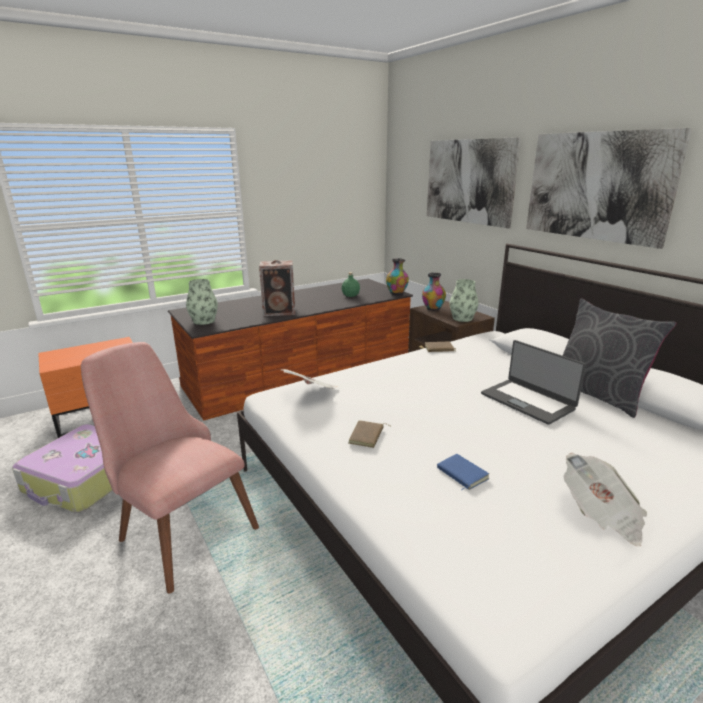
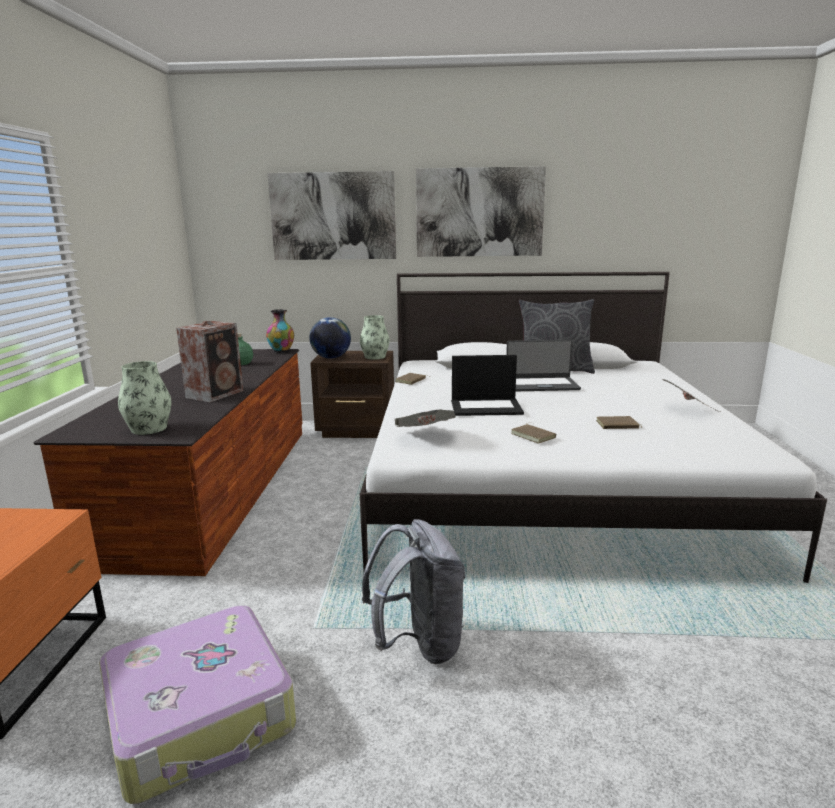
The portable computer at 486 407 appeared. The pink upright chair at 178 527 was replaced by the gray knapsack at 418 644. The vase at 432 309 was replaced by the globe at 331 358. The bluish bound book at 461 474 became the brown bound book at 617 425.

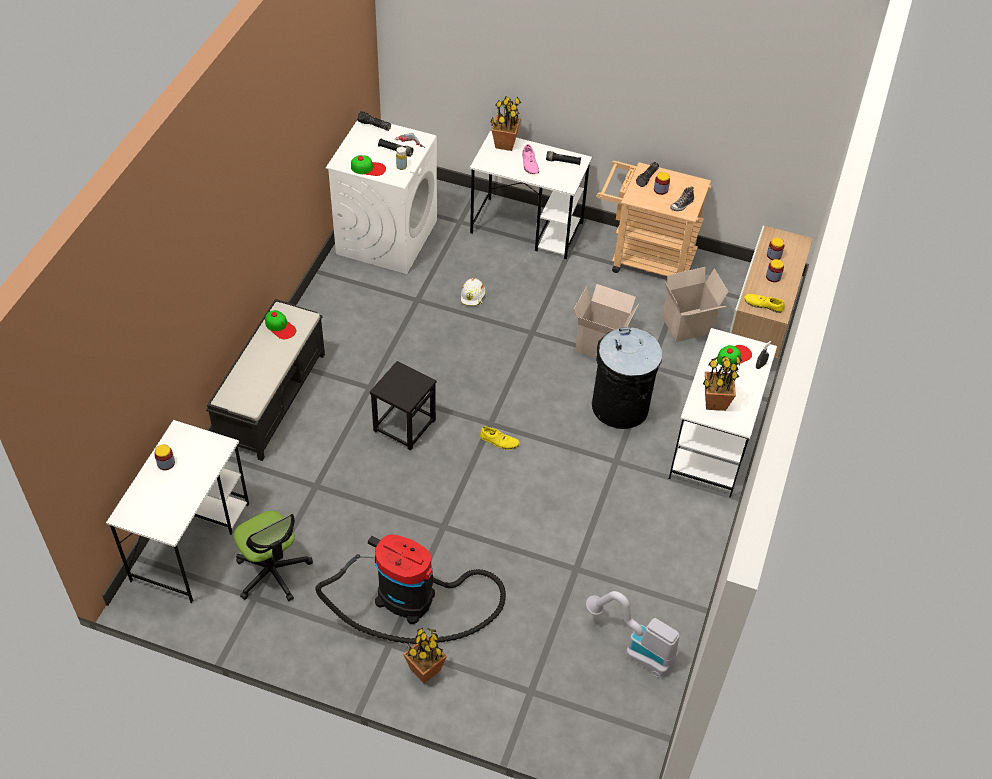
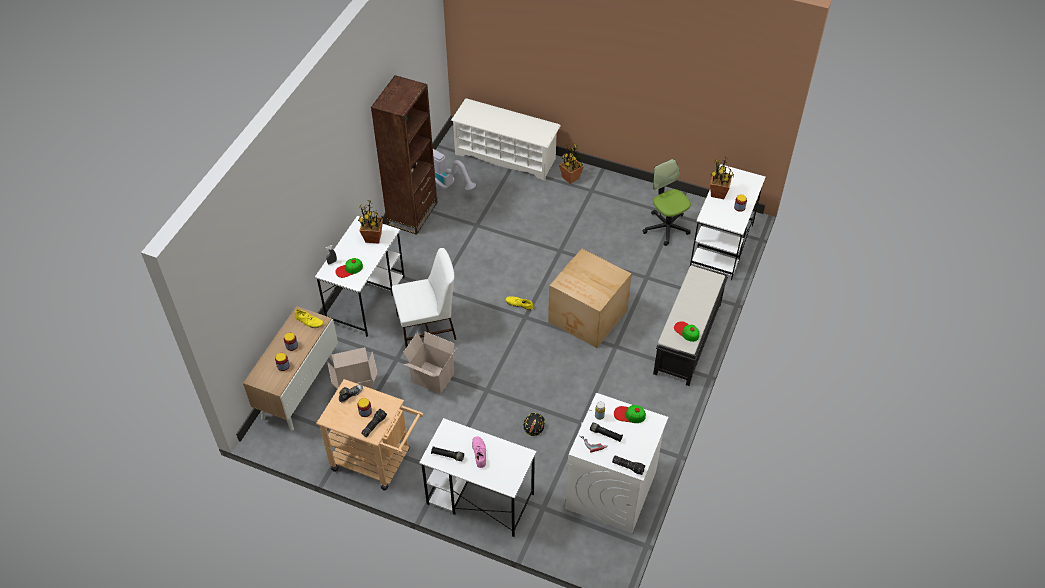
The vacuum at 412 600 disappeared. The brown bookcase at 412 213 appeared. The white shoe shelf at 506 156 appeared. The potted plant moved from 505 144 to 718 193. The black-coloured sitting stool at 404 425 was replaced by the cardboard box at 588 317. The black-coloured waste bin at 620 407 was replaced by the white upright chair at 427 327. The white safety helmet at 473 296 became the black-coloured safety helmet at 533 425.

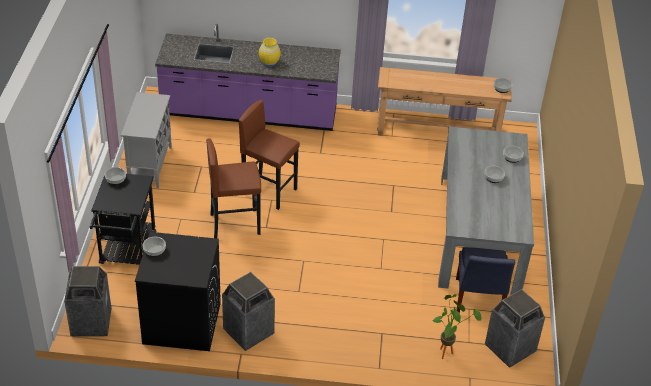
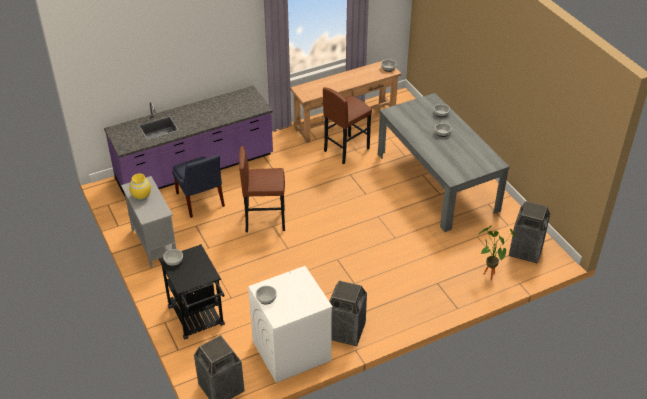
The brown sitting stool moved from 234 223 to 346 149. The yellowish vase moved from 269 62 to 141 196. The bluish upright chair moved from 478 301 to 200 201. The black-coloured laundry machine at 181 323 became the white laundry machine at 291 351.

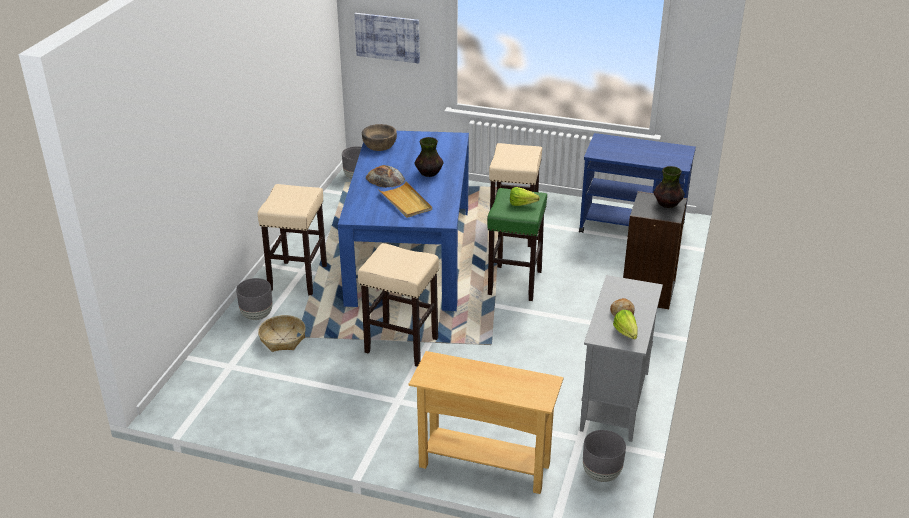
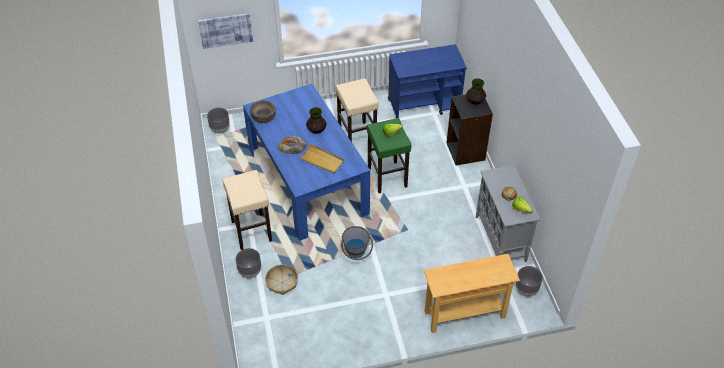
The beige-coloured sitting stool at 400 345 was replaced by the gray water bucket at 356 254.

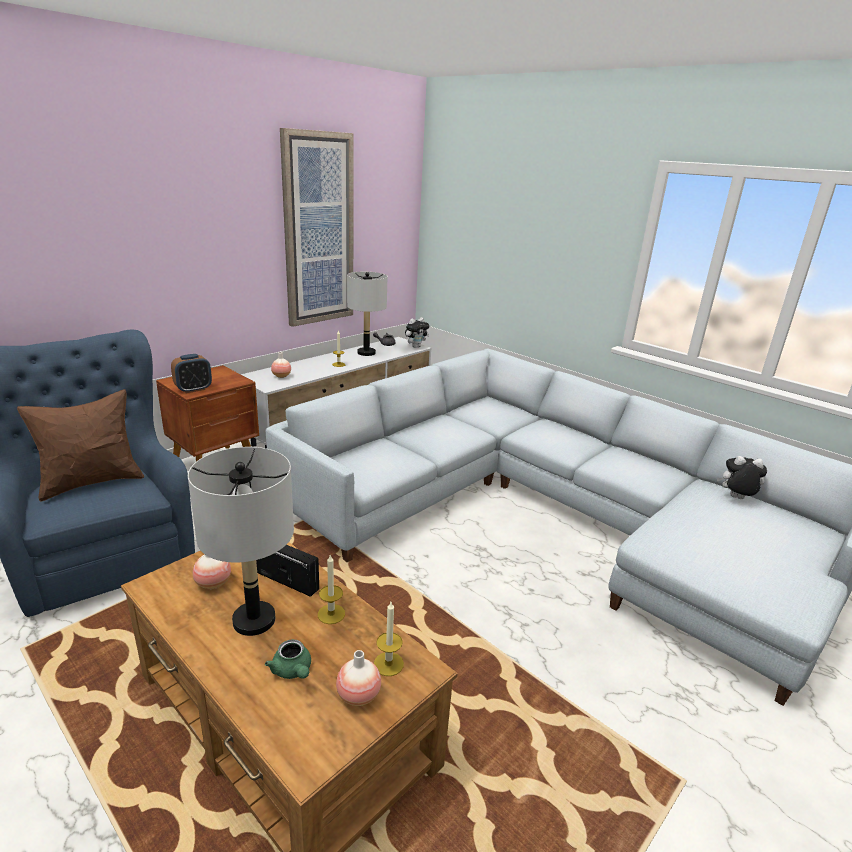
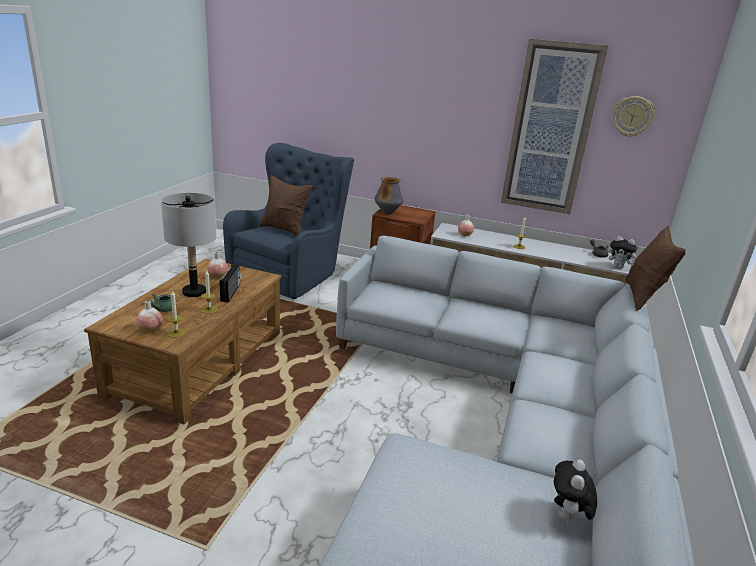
The gray table lamp at 366 353 disappeared. The clock on the wall at 632 116 appeared. The brown cushion at 643 297 appeared. The table clock at 193 389 was replaced by the vase at 387 213. The cuddly toy at 735 498 turned 150 degrees counterclockwise.

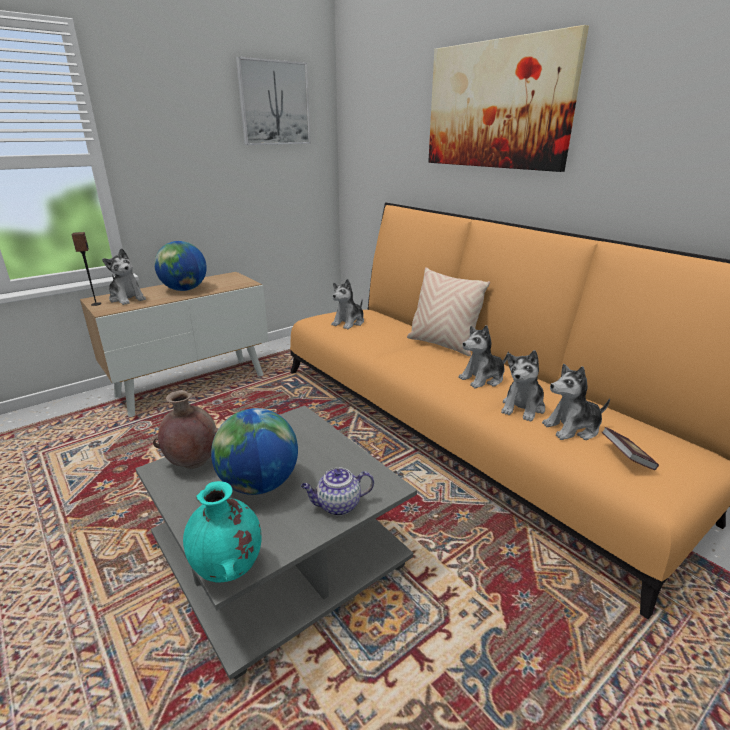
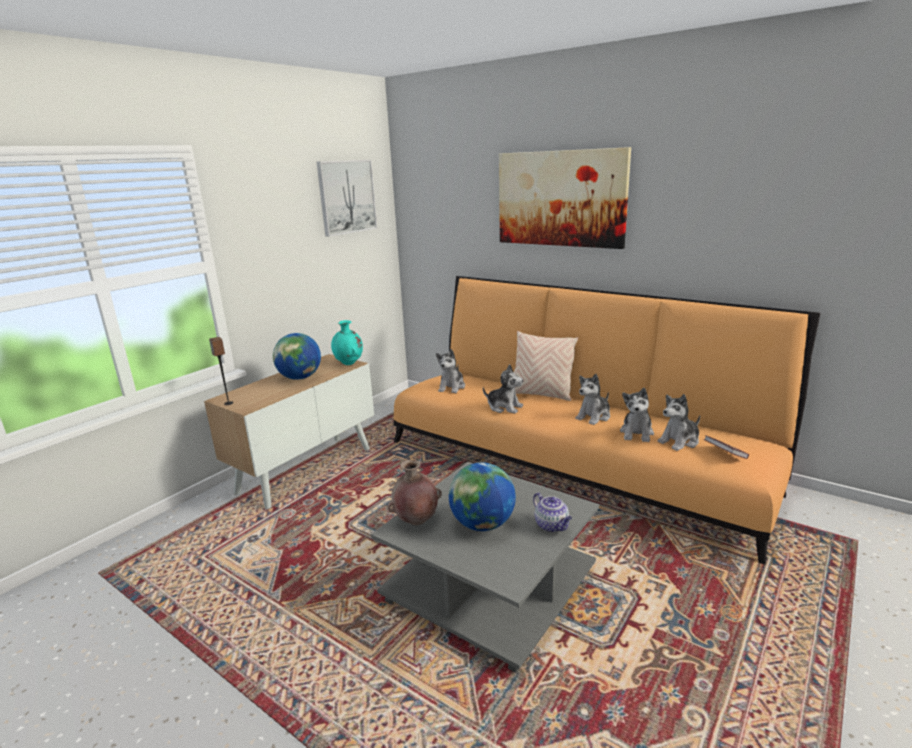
The cuddly toy moved from 127 298 to 504 407. The turquoise-coloured vase moved from 229 570 to 349 363. The pot for tea at 337 505 turned 90 degrees counterclockwise.

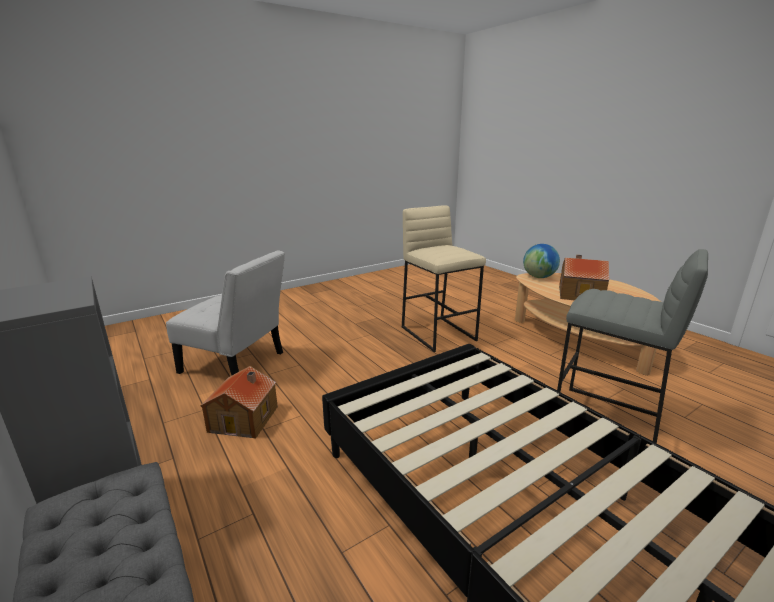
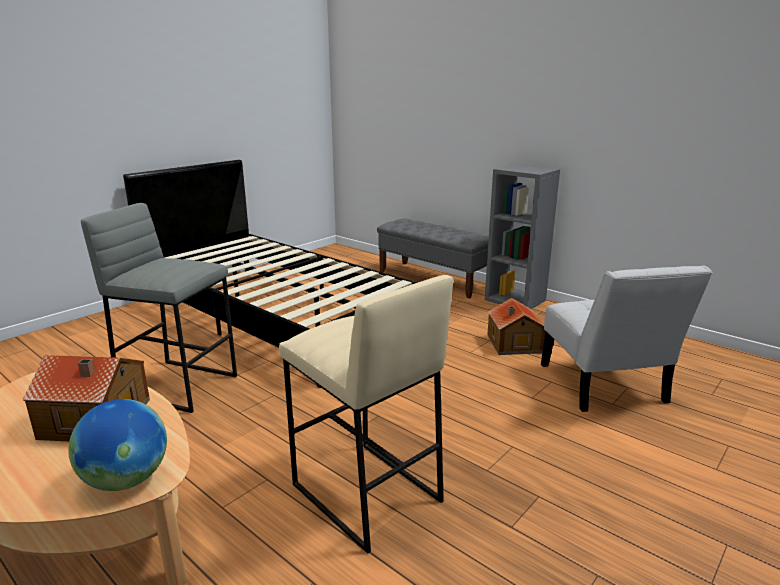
The white upright chair at 237 364 turned 105 degrees counterclockwise.

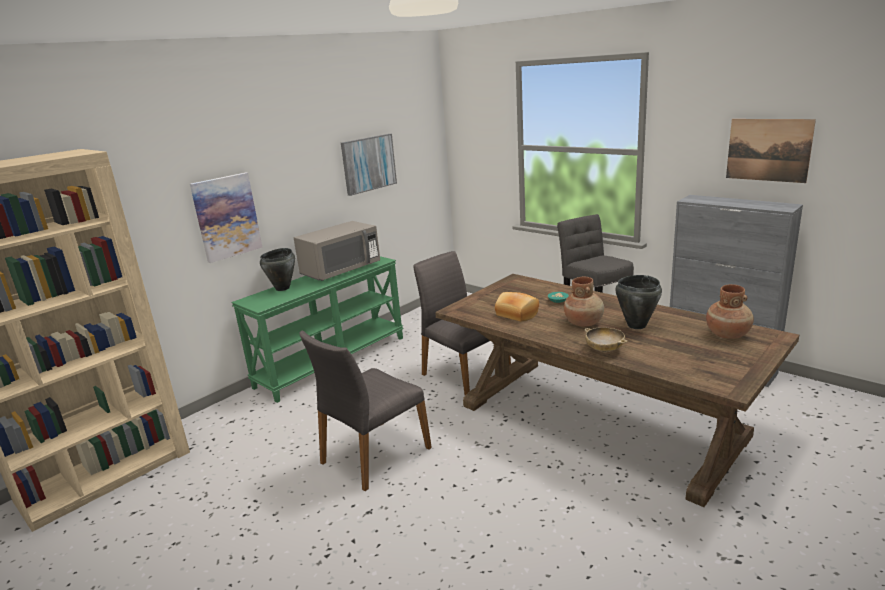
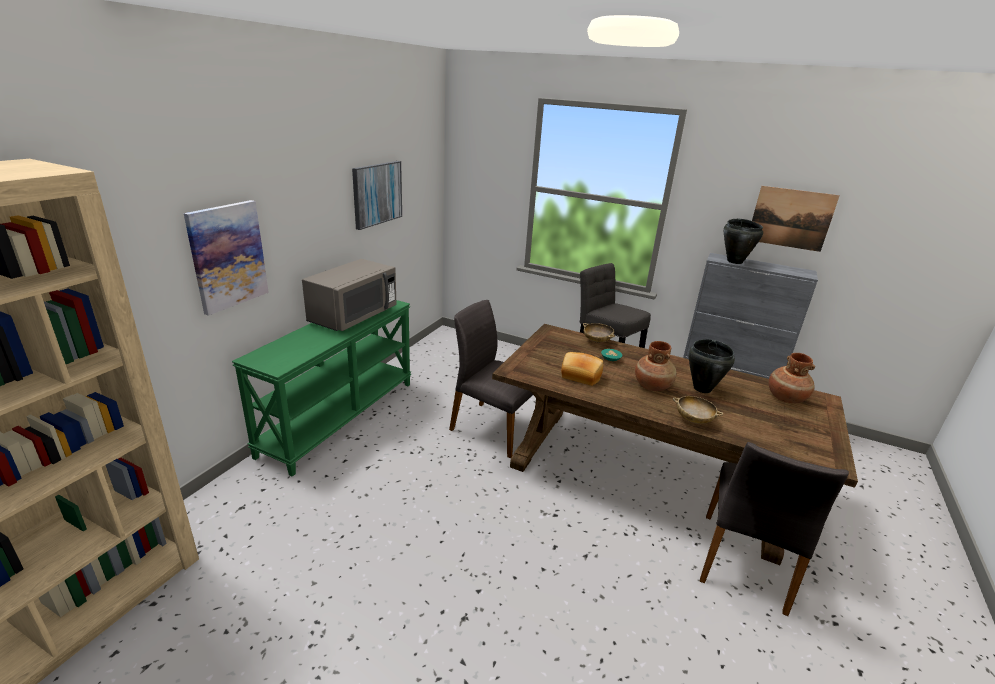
The beige-coloured bowl at 597 341 appeared. The black-coloured cooking pot moved from 283 288 to 735 261. The gray upright chair moved from 373 455 to 745 562.

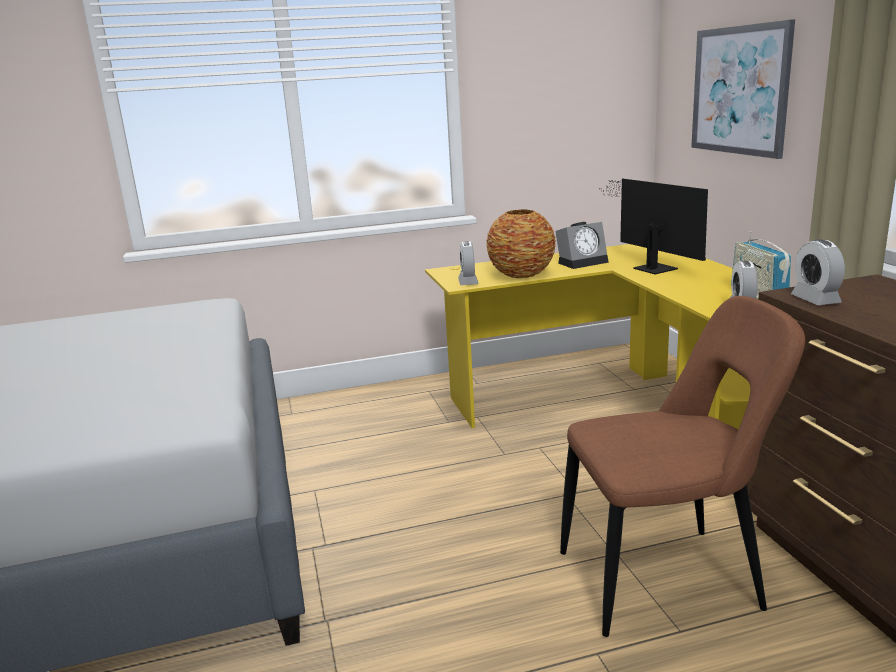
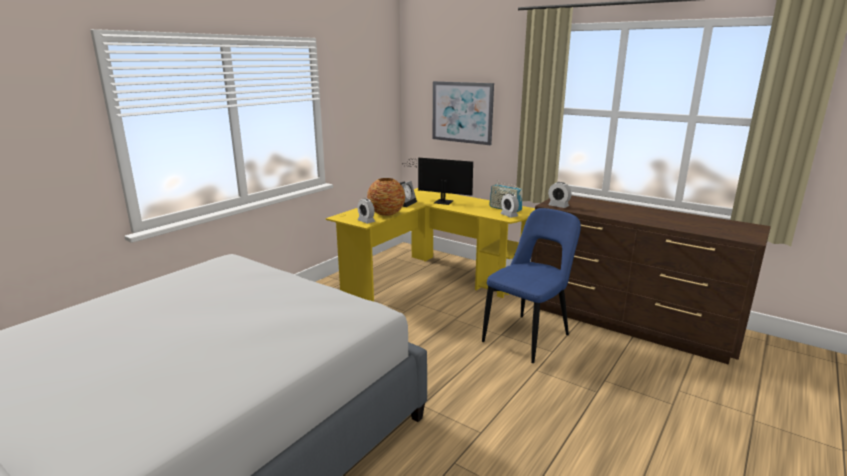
The brown upright chair at 667 579 became the bluish upright chair at 528 336.

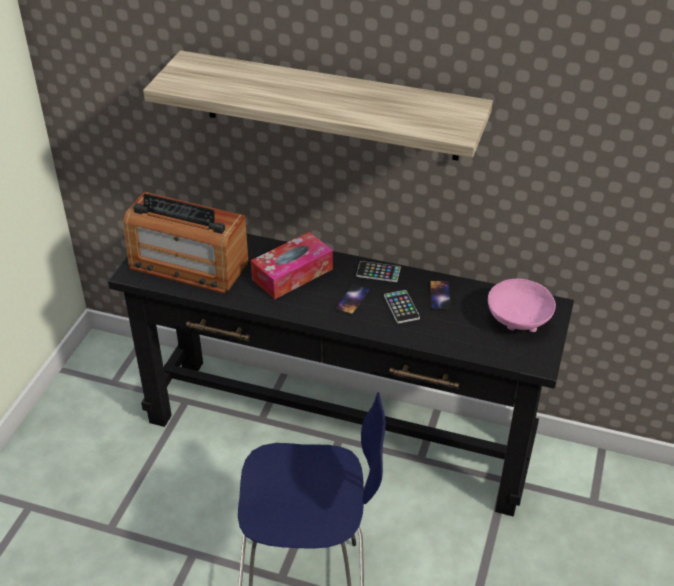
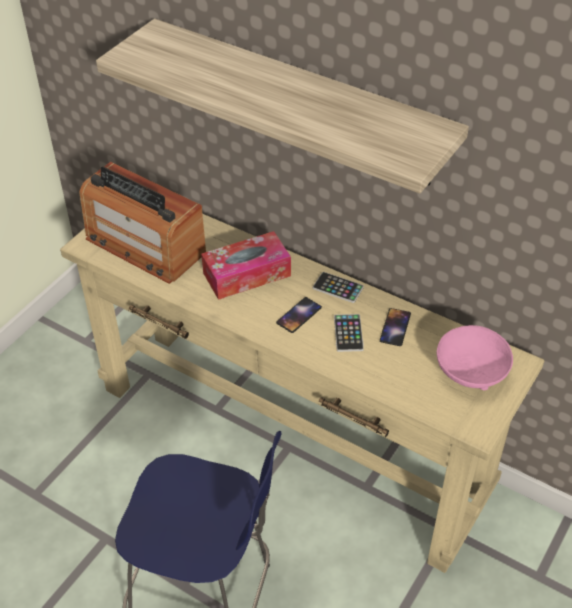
The black-coloured hall table at 338 432 became the beige-coloured hall table at 289 439.

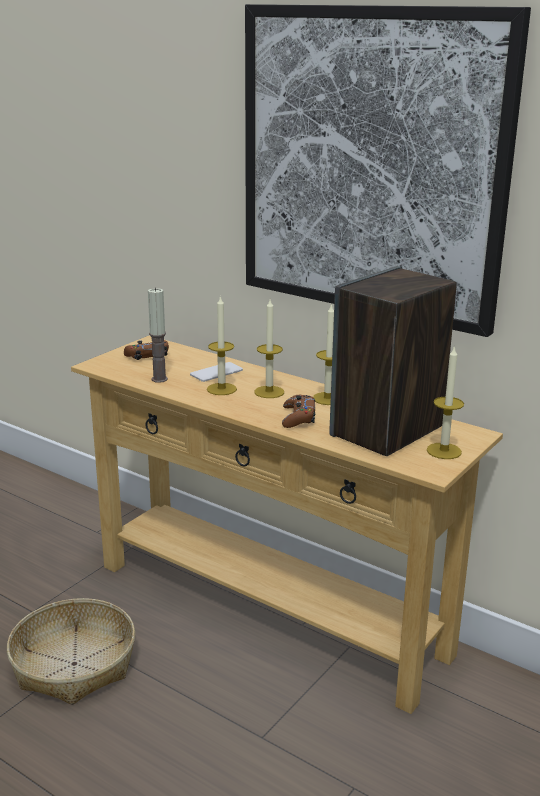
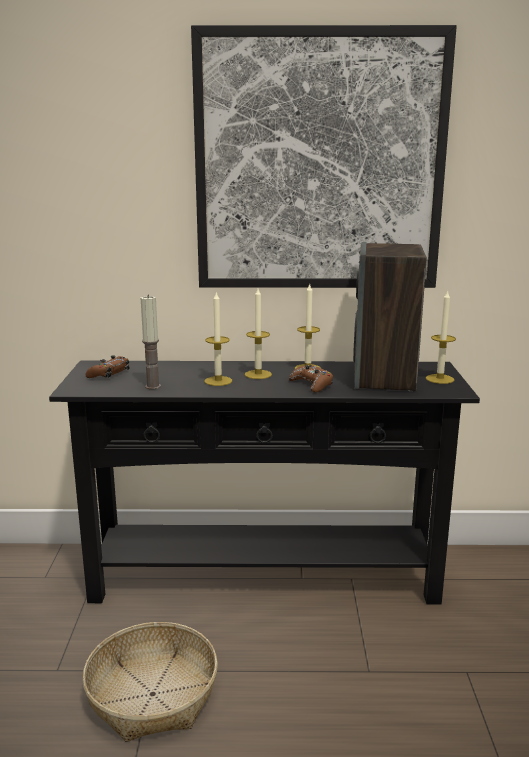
The phone at 216 373 disappeared. The beige-coloured hall table at 269 608 became the black-coloured hall table at 264 576.

